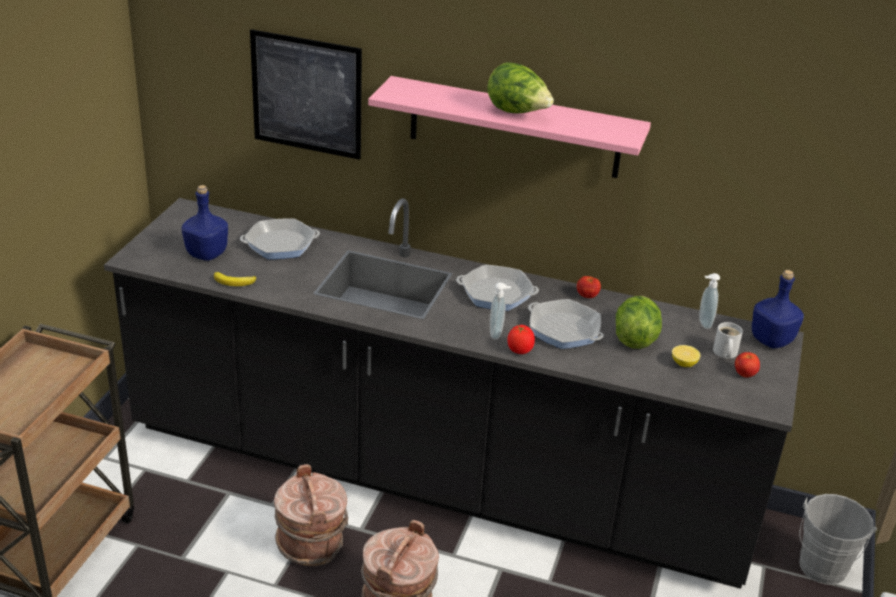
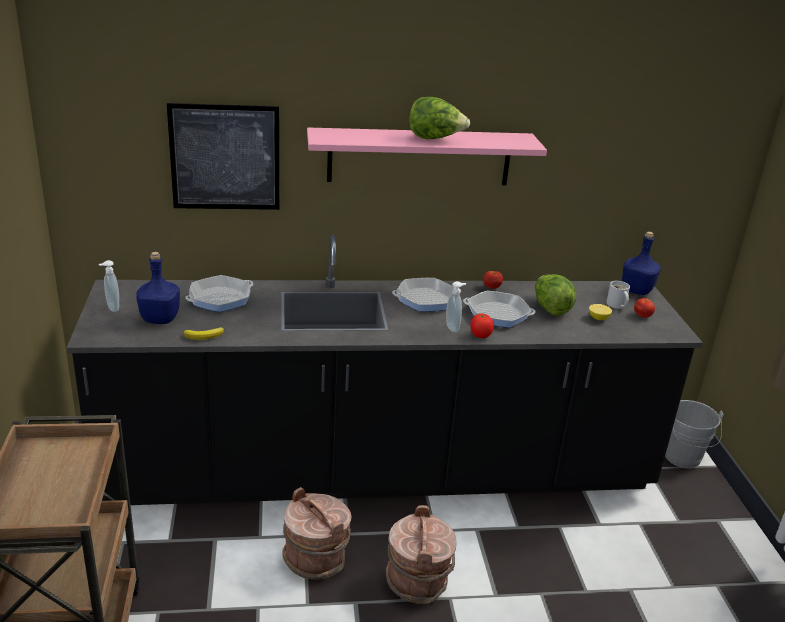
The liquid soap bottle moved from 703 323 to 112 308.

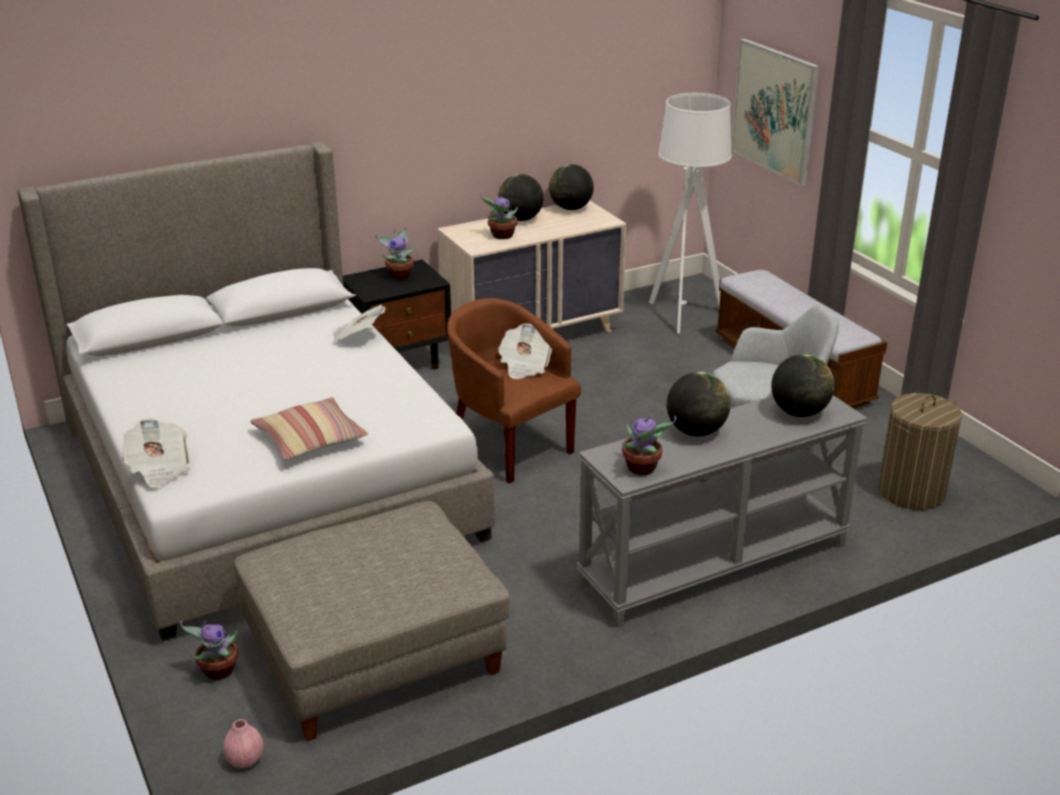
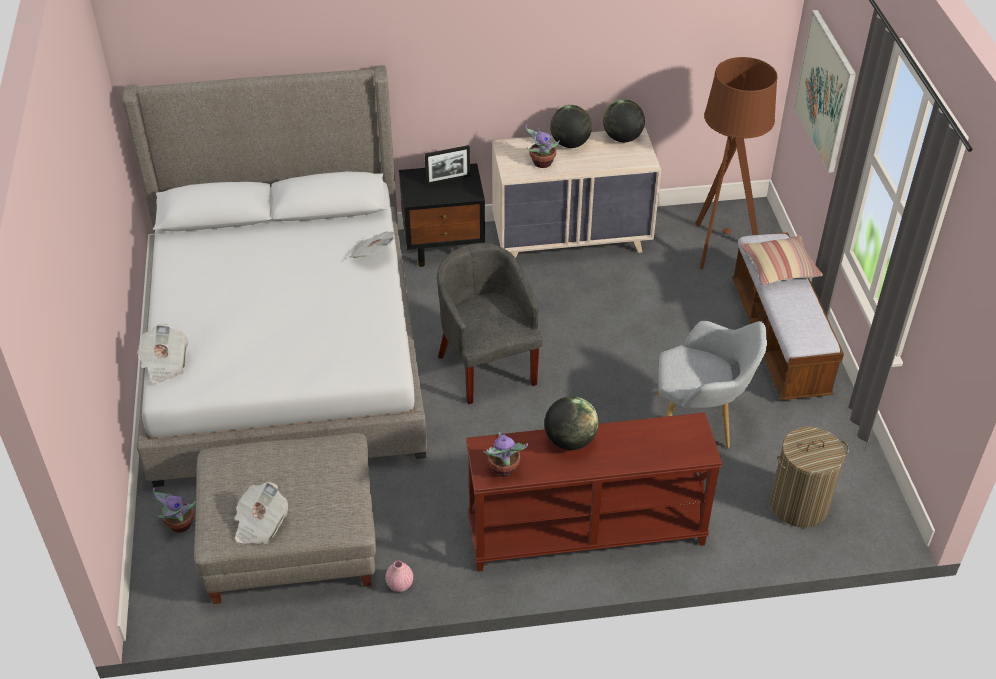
The globe at 799 412 disappeared. The pink vase moved from 245 760 to 399 584. The cushion moved from 310 439 to 779 267. The daily paper moved from 524 366 to 260 524. The potted plant at 399 275 was replaced by the photo frame at 448 180. The brown lounge chair at 509 447 became the gray lounge chair at 487 366. The gray hall table at 714 566 became the brown hall table at 586 534. The white floor lamp at 684 315 became the brown floor lamp at 719 247.

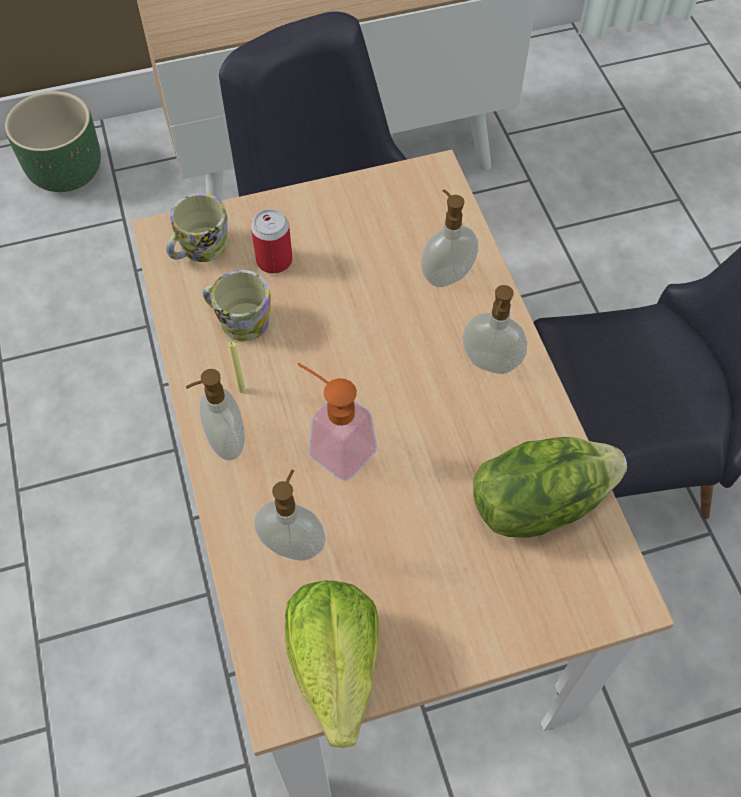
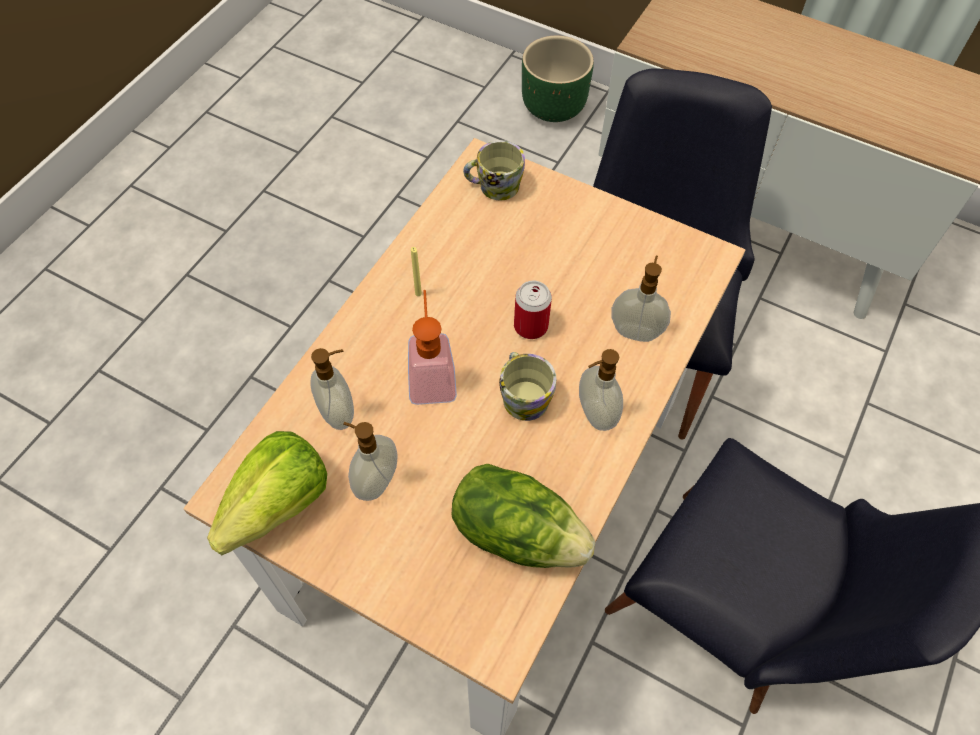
The liquid soap bottle moved from 225 442 to 375 481. The tea mug moved from 238 319 to 523 395. The sealed can moved from 274 260 to 531 326.

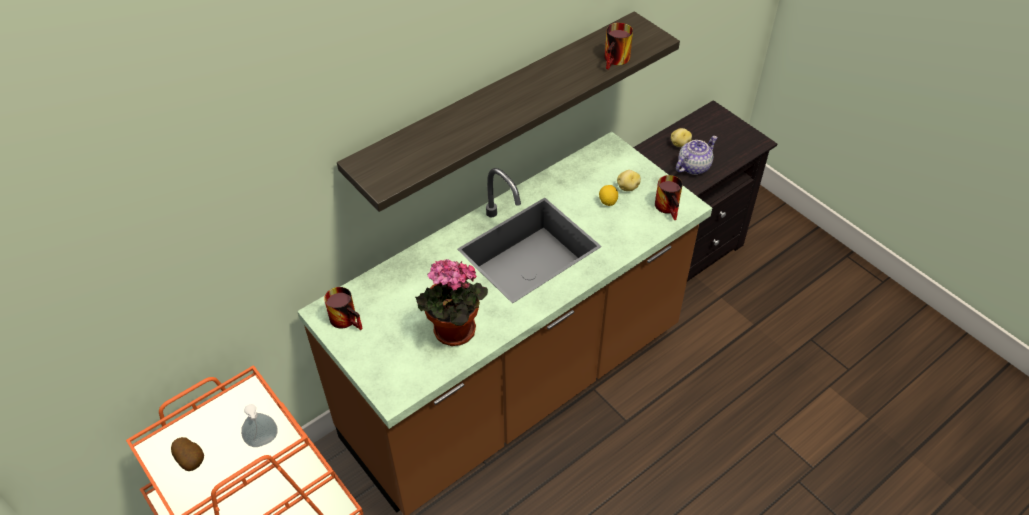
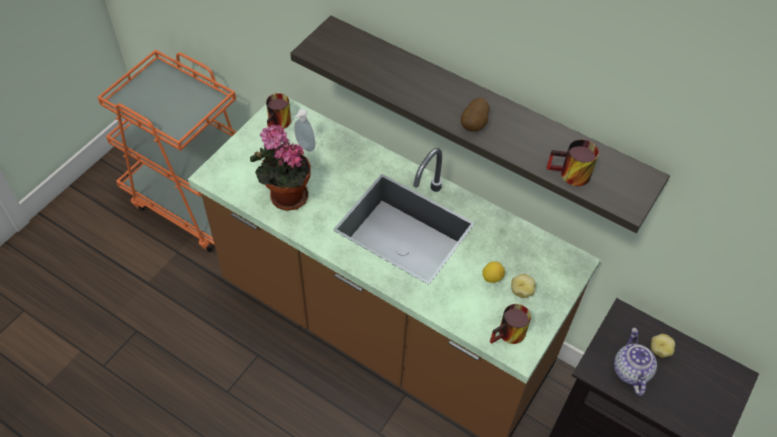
The potato moved from 192 460 to 474 125. The liquid soap bottle moved from 264 442 to 304 147. The pot for tea at 693 166 turned 120 degrees counterclockwise.

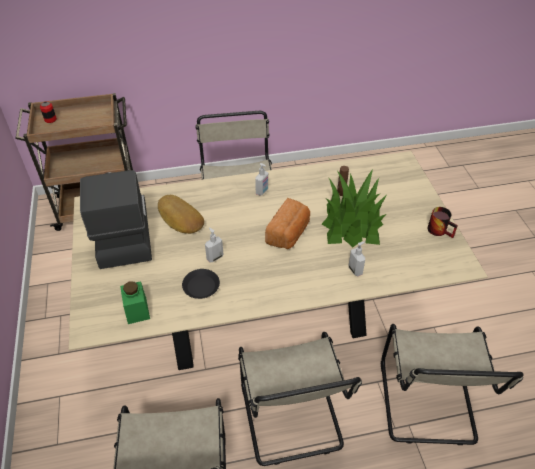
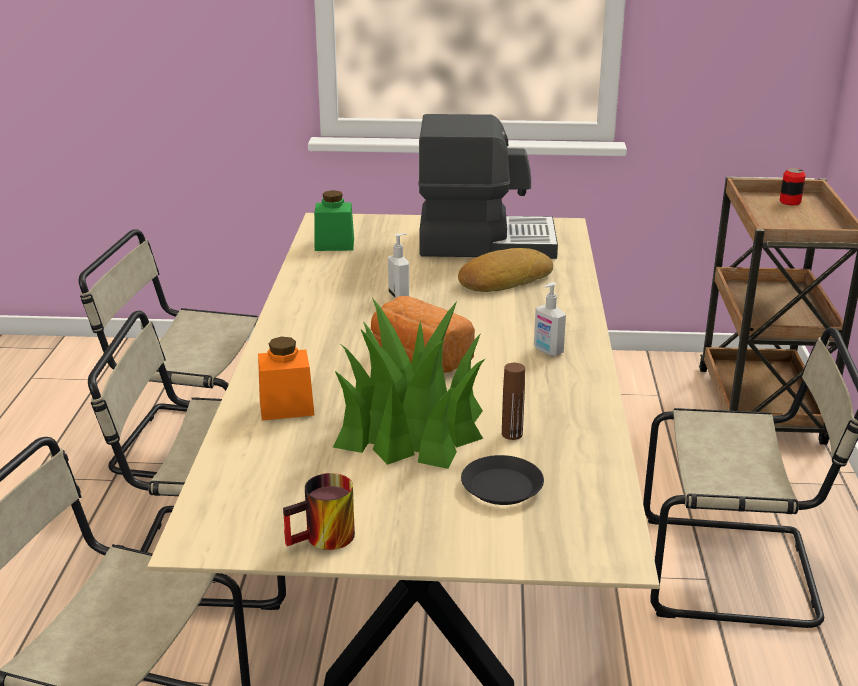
The black-coloured flat dish moved from 201 286 to 502 486. The liquid soap bottle at 355 270 was replaced by the orange jar at 286 407.

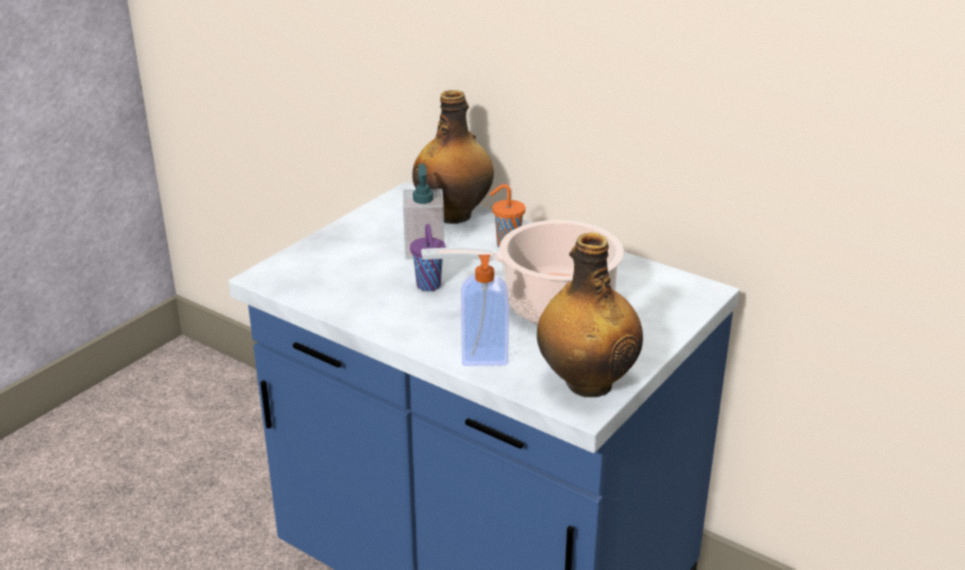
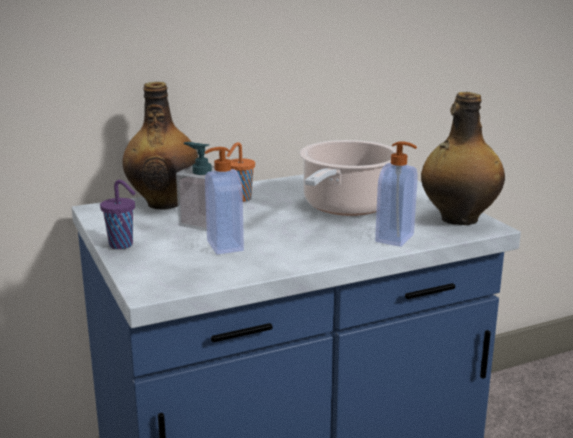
The liquid soap bottle at 223 246 appeared. The purple-coloured cup moved from 429 286 to 122 245.

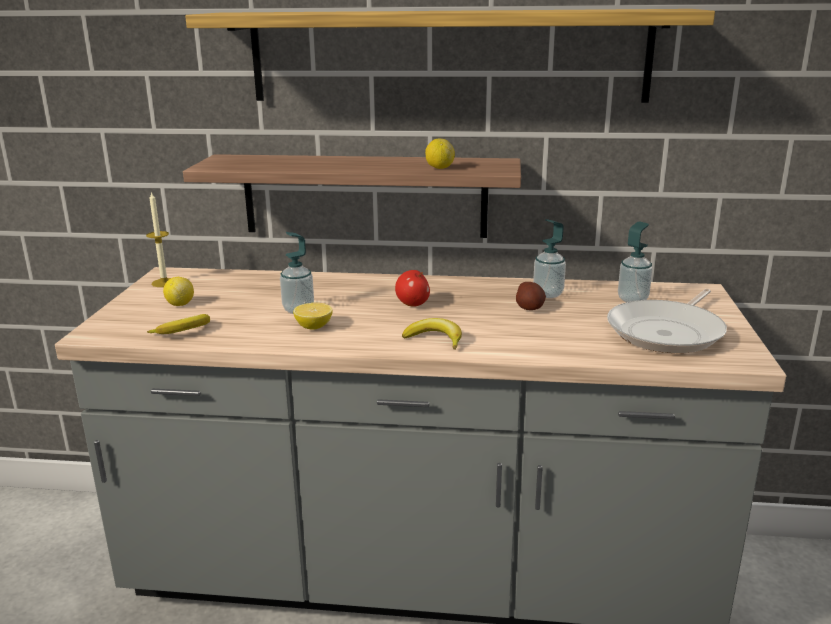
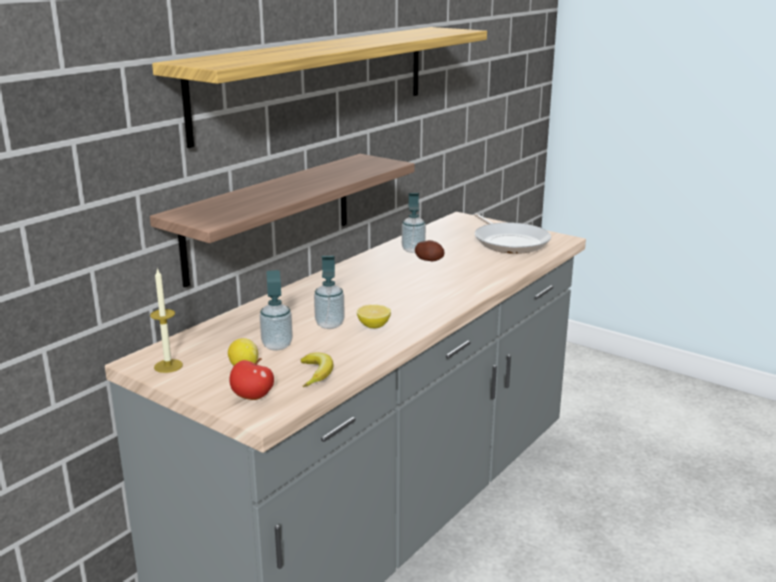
The banana at 435 339 disappeared. The lemon at 439 168 disappeared. The apple moved from 413 304 to 252 397. The liquid soap bottle moved from 632 299 to 277 345.

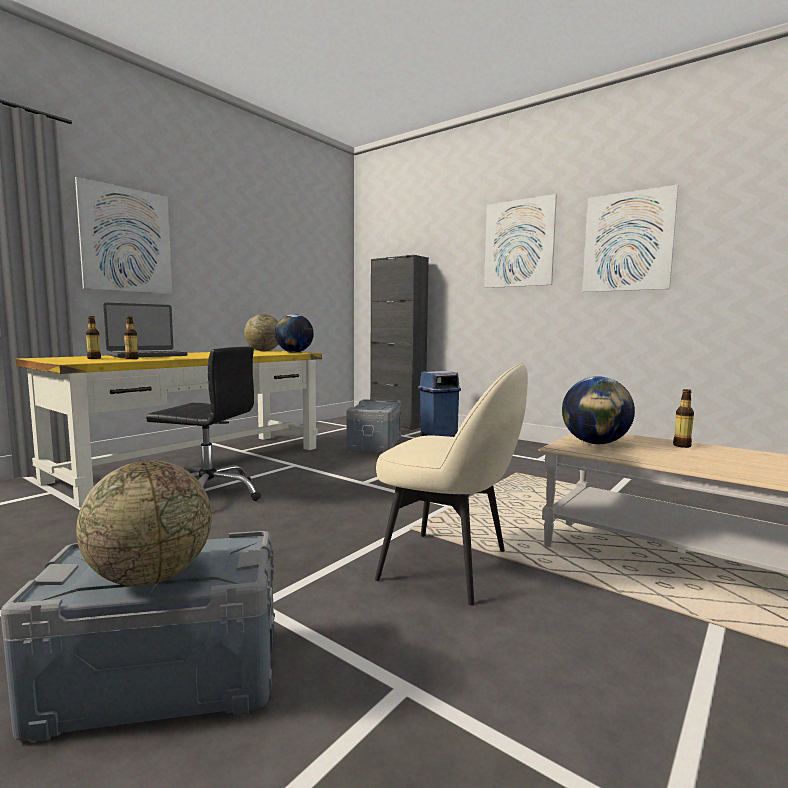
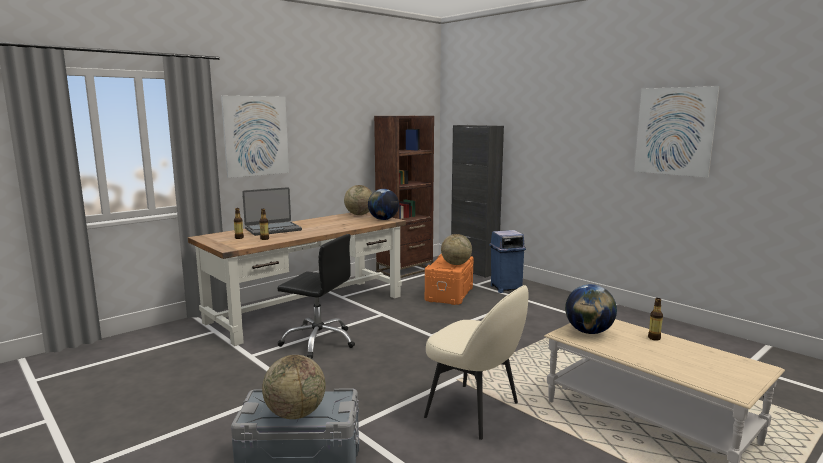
The wall art at 519 243 disappeared. The brown bookcase at 405 270 appeared. The globe at 456 264 appeared. The yellowish desk at 196 463 became the brown desk at 308 308. The gray storage container at 375 444 became the orange storage container at 450 294.

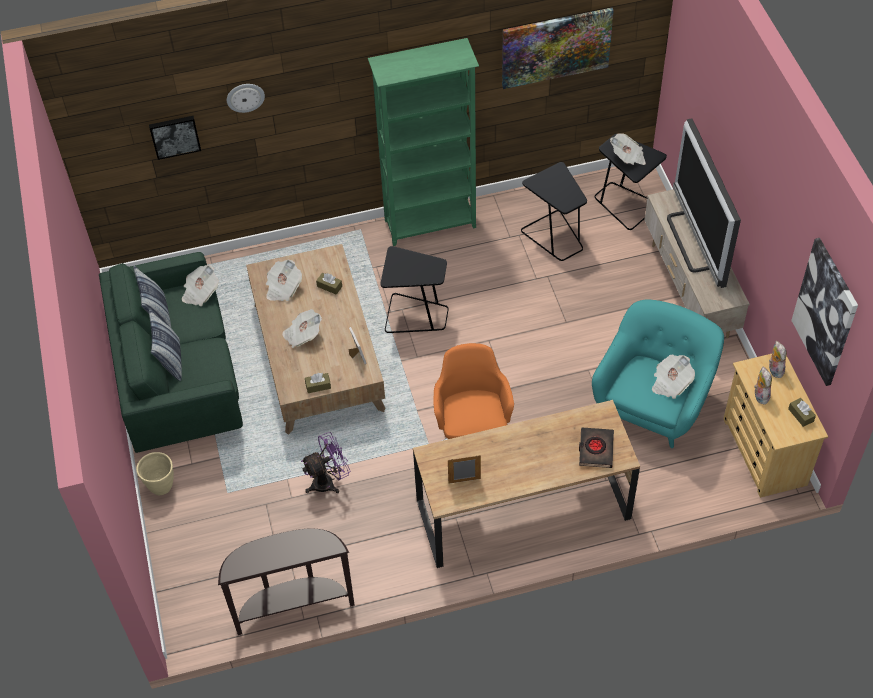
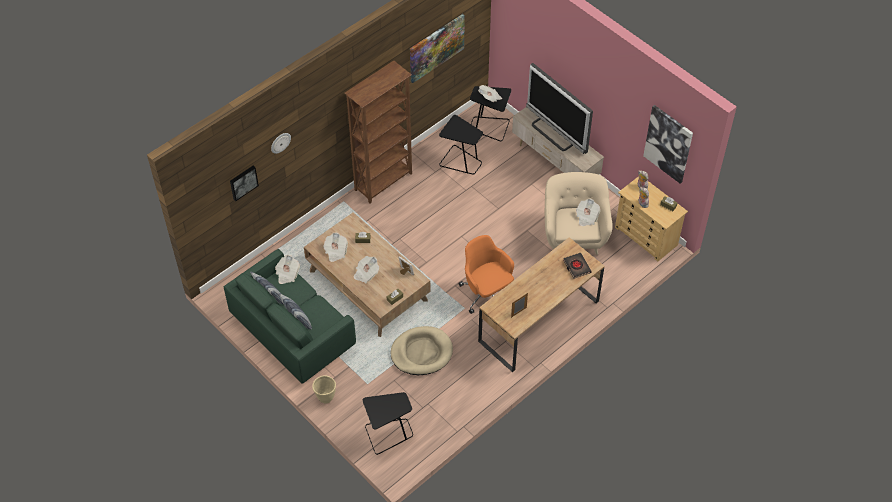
The brown hall table at 293 606 disappeared. The black-coloured end table moved from 415 315 to 389 434. The purple-coloured electric fan at 328 481 was replaced by the beige-coloured dog bed at 421 352. The greenish bookcase at 431 224 became the brown bookcase at 384 182. The turquoise-coloured lounge chair at 653 405 became the beige-coloured lounge chair at 573 235.

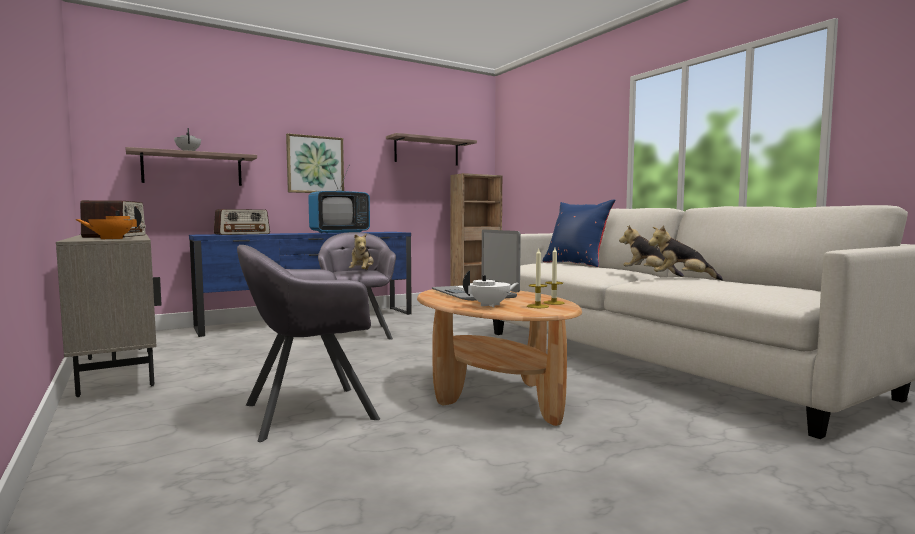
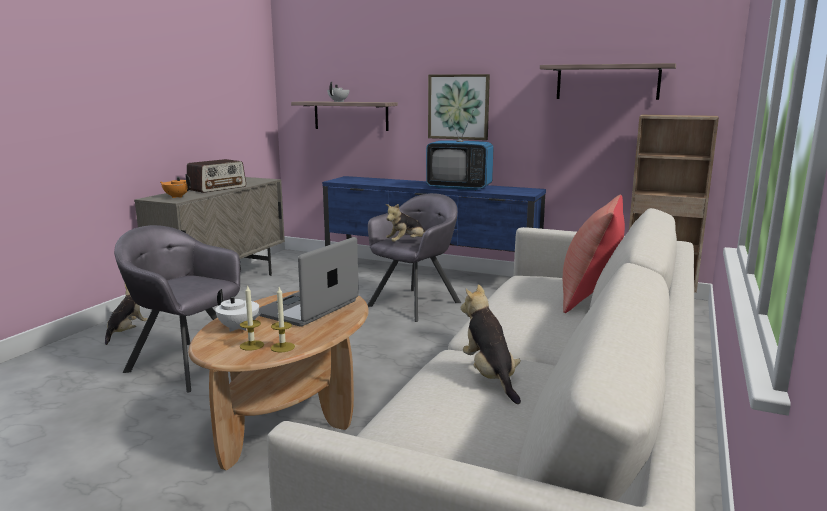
The radio receiver at 242 234 disappeared. The cuddly toy moved from 648 274 to 127 332. The bluish cushion at 576 264 became the reddish cushion at 589 297.

